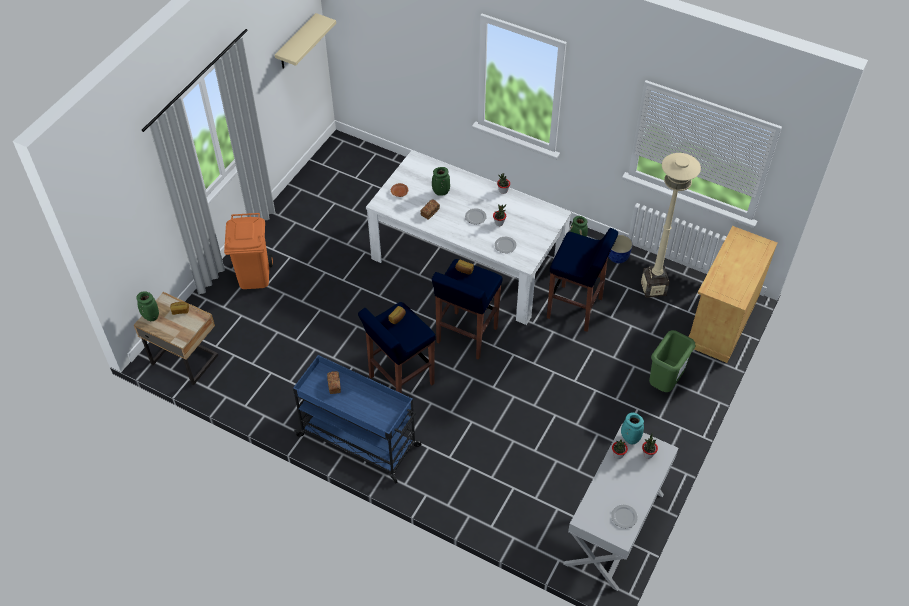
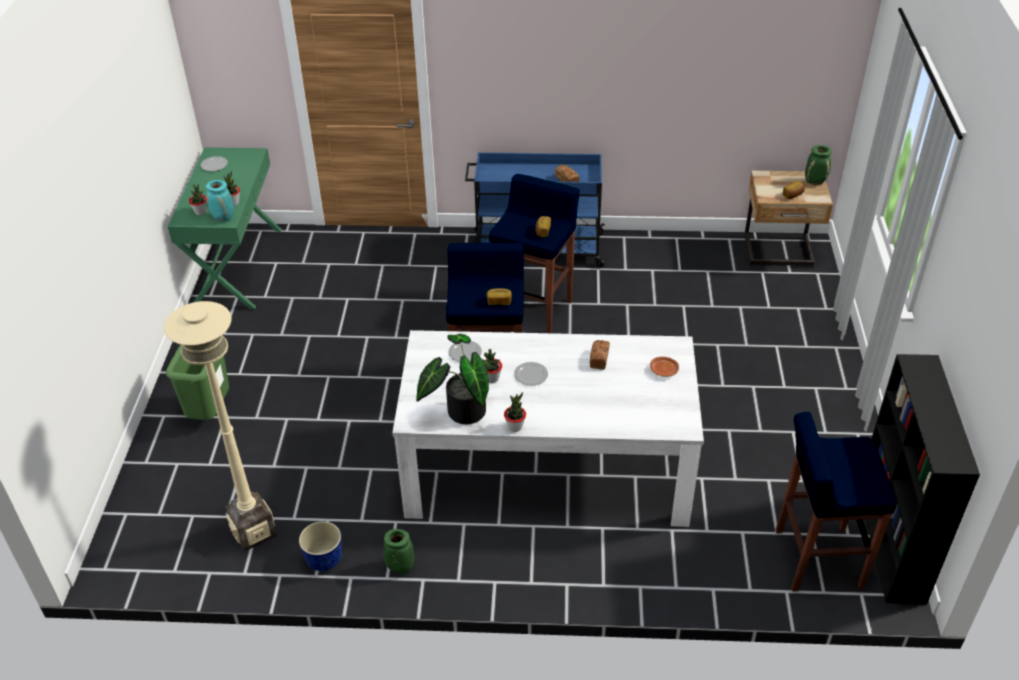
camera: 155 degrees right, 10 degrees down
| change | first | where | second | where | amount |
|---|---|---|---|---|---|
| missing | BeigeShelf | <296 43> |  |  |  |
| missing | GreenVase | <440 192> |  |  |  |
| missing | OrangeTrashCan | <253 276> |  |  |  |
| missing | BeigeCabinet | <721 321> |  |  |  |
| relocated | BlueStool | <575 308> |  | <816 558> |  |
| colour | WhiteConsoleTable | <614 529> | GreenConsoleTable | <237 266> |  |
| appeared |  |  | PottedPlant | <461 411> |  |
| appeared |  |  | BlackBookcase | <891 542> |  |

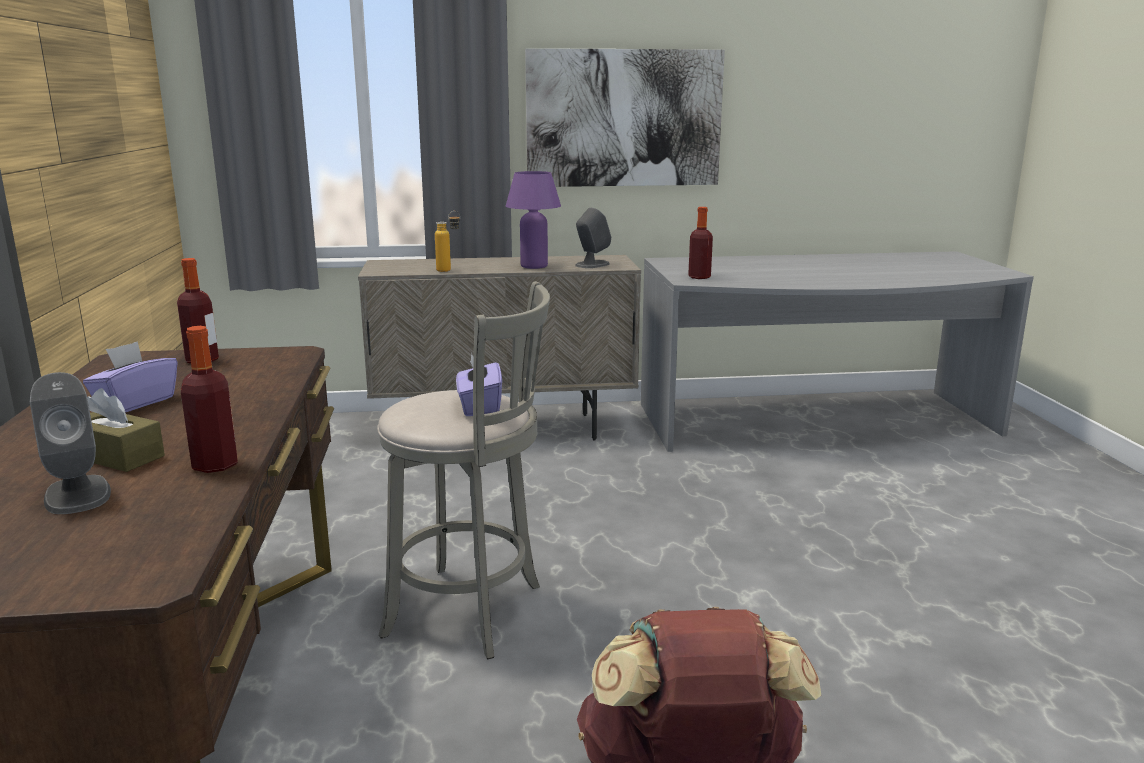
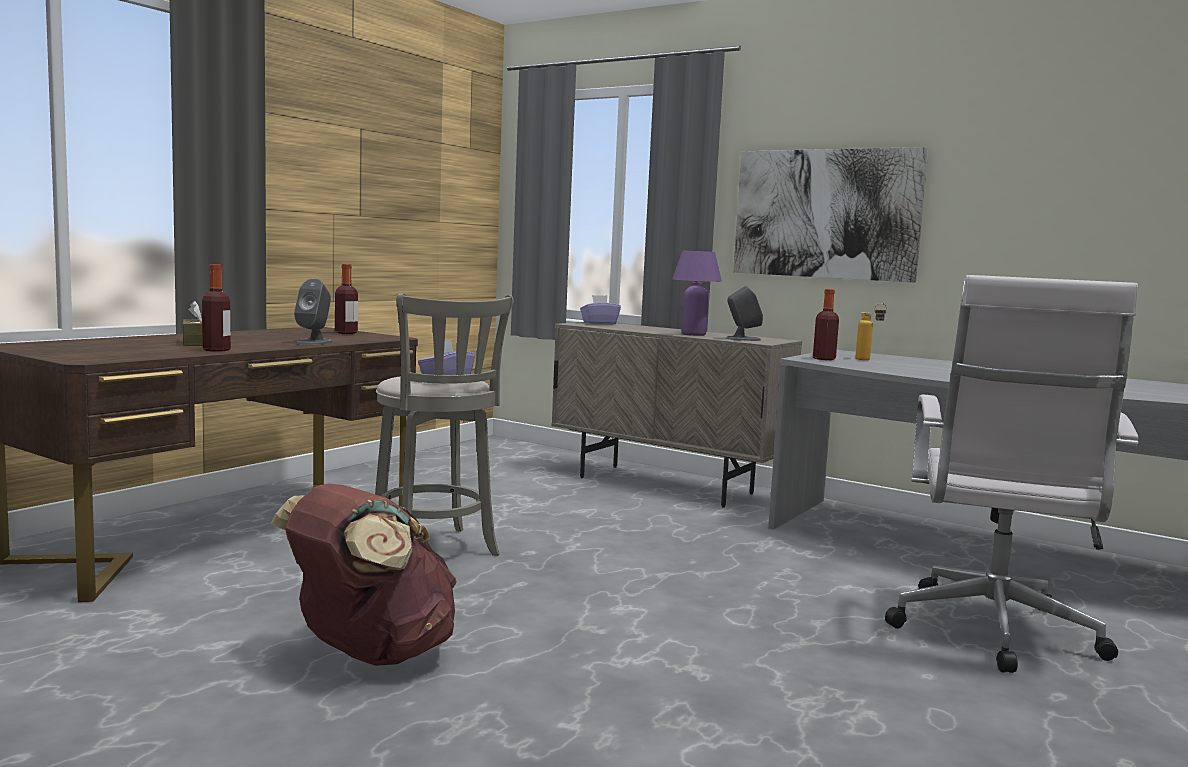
camera: 40 degrees right, 10 degrees down
| change | first | where | second | where | amount |
|---|---|---|---|---|---|
| relocated | Bottle | <449 270> |  | <868 360> |  |
| relocated | PurpleTissueBox | <135 403> |  | <599 323> |  |
| relocated | GreySpeaker | <77 495> |  | <314 342> |  |
| appeared |  |  | WhiteOfficeChair | <993 634> |  |

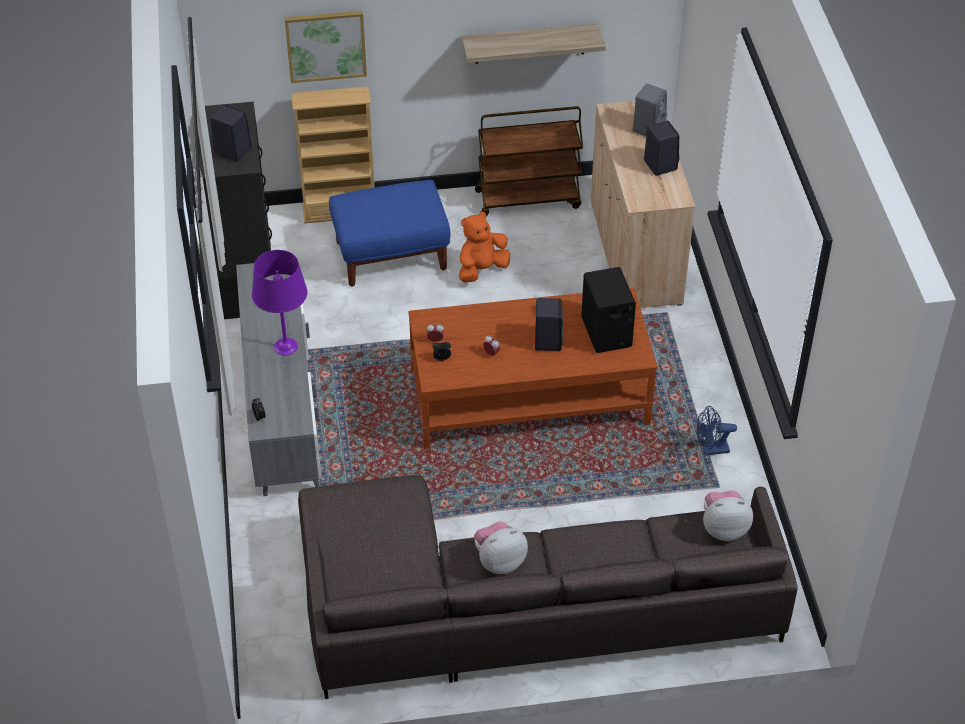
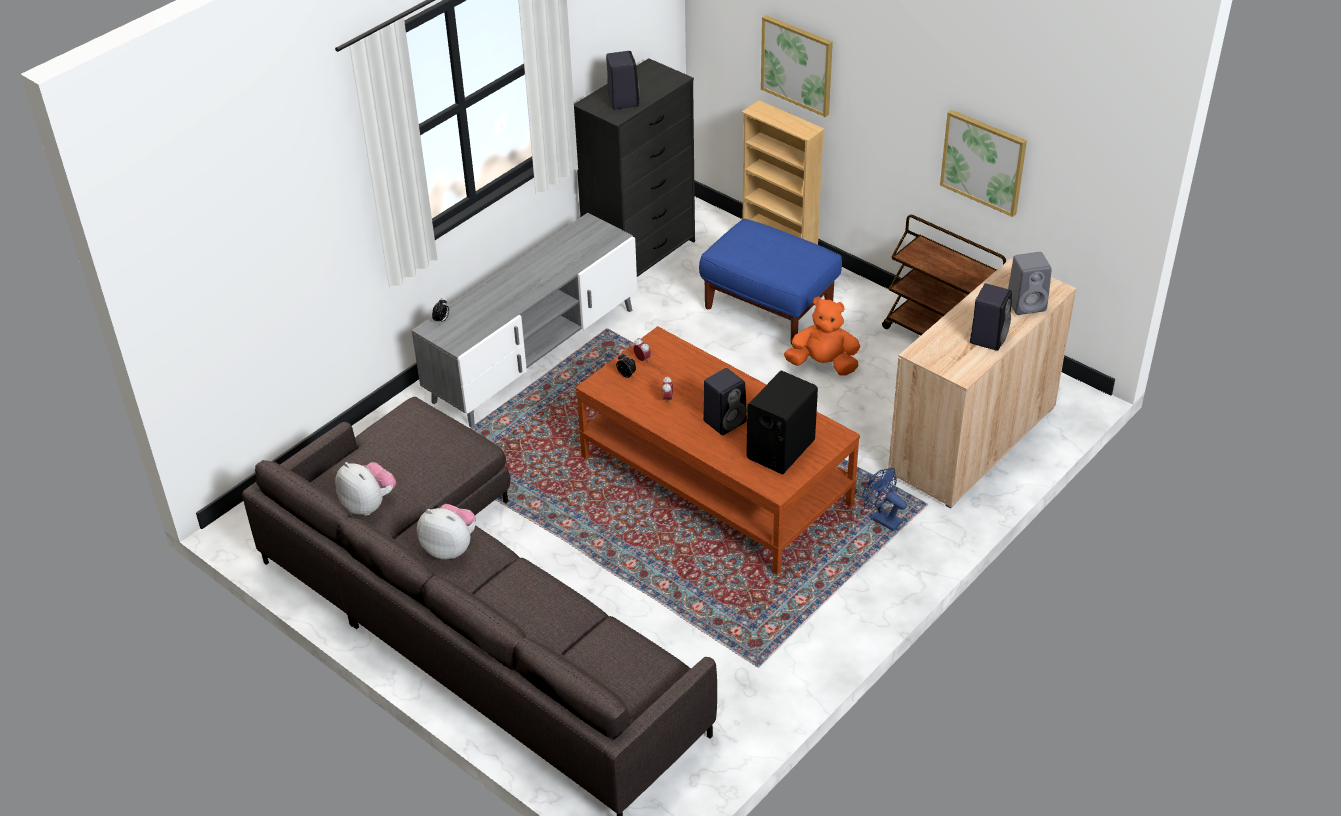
camera: 50 degrees right, 5 degrees down
| change | first | where | second | where | amount |
|---|---|---|---|---|---|
| exchanged | Shelf | <530 43> | Picture | <983 162> |  |
| missing | PurpleTableLamp | <285 346> |  |  |  |
| relocated | BlueFan | <711 450> |  | <881 519> |  |
| relocated | PlushToy | <724 528> |  | <368 505> |  |

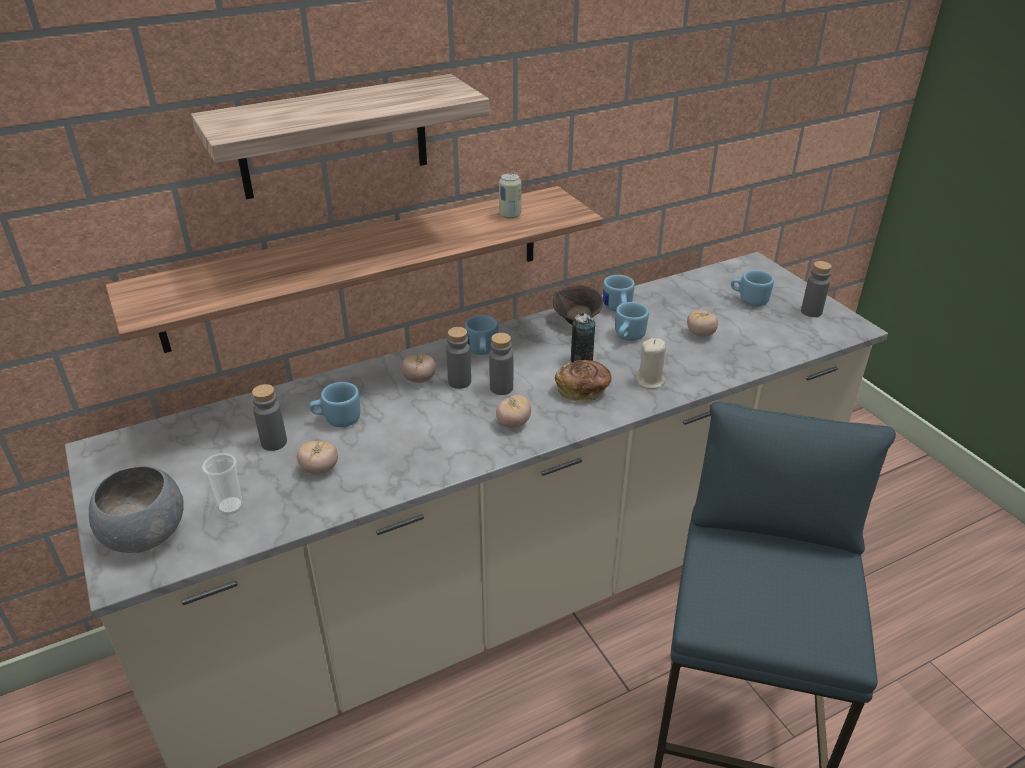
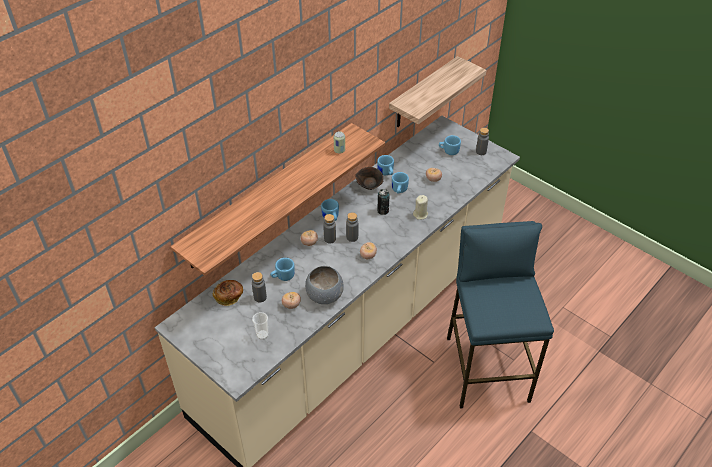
camera: 20 degrees left, 10 degrees up
| change | first | where | second | where | amount |
|---|---|---|---|---|---|
| relocated | Shelf | <334 137> |  | <423 93> |  |
| relocated | Bread | <583 391> |  | <229 297> |  |
| relocated | GreyBowl | <144 535> |  | <324 295> |  |

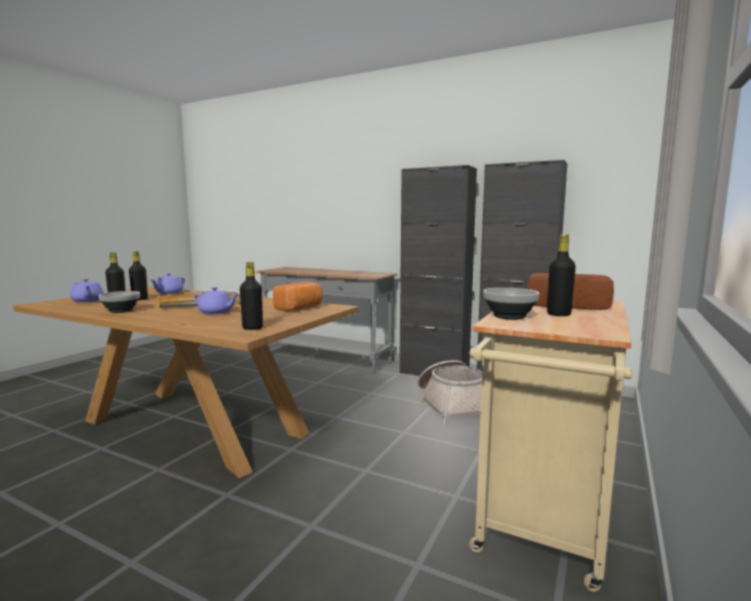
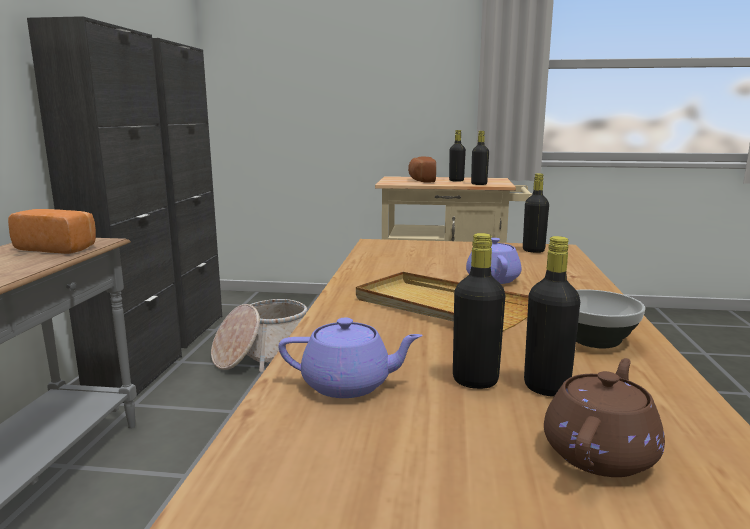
camera: 110 degrees left, 5 degrees up
| change | first | where | second | where | amount |
|---|---|---|---|---|---|
| colour | PurpleTeapot | <87 301> | BrownTeapot | <600 452> |  |
| relocated | Bread | <300 308> |  | <59 248> |  |
| exchanged | Bowl | <508 316> | BlackBottle | <479 184> |  |

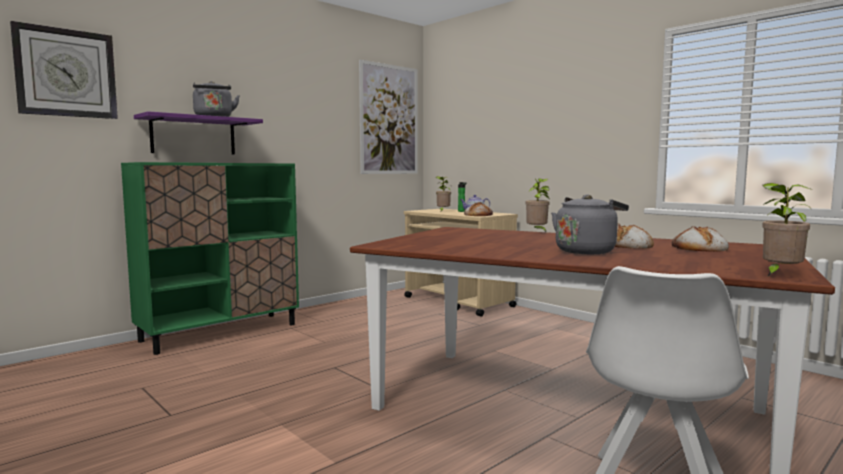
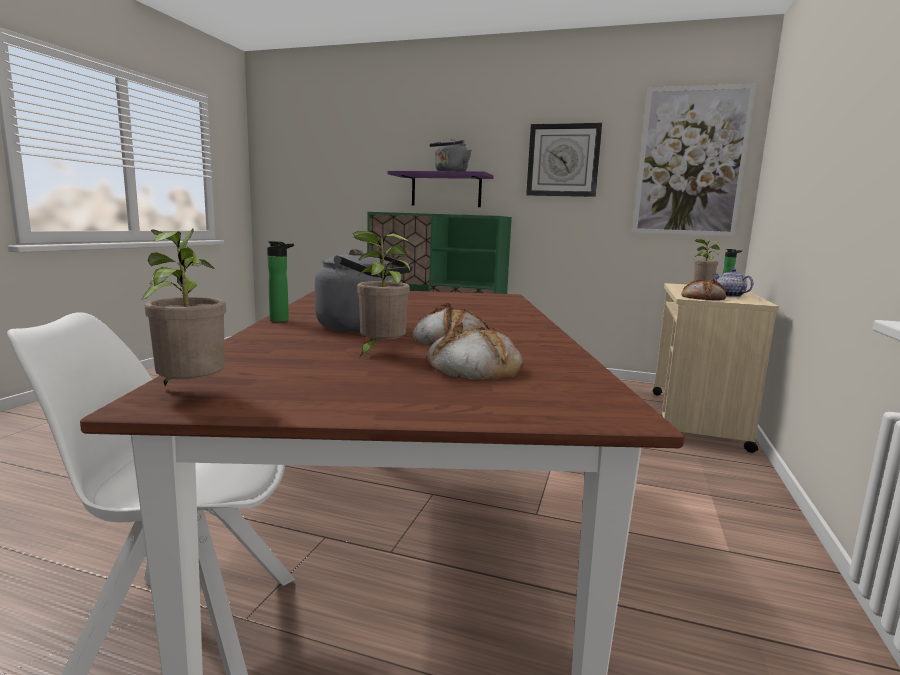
camera: 60 degrees right, 5 degrees up
| change | first | where | second | where | amount |
|---|---|---|---|---|---|
| relocated | WallClock | <66 73> |  | <563 160> |  |
| relocated | PottedPlant | <537 232> |  | <379 353> |  |
| appeared |  |  | Bottle | <281 320> |  |

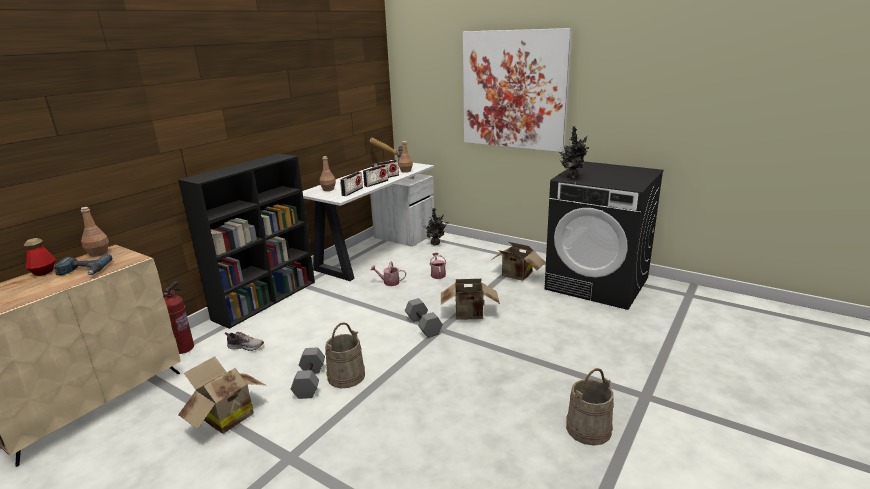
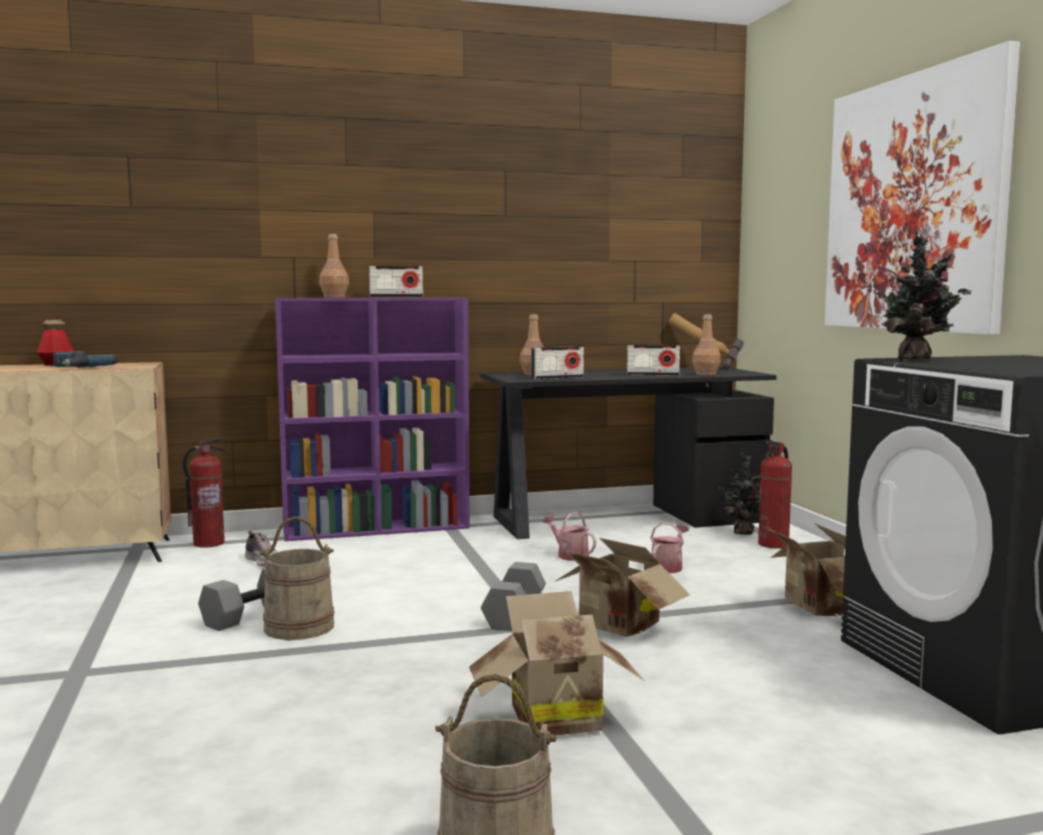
camera: 40 degrees right, 15 degrees down
| change | first | where | second | where | amount |
|---|---|---|---|---|---|
| colour | BlackBookcase | <266 299> | PurpleBookcase | <378 528> |  |
| colour | WhiteDesk | <375 251> | BlackDesk | <623 519> |  |
| relocated | Radio | <376 183> |  | <396 297> |  |
| relocated | BrownBottle | <98 253> |  | <334 297> |  |
| relocated | CardboardBox | <225 417> |  | <550 717> |  |
| appeared |  |  | FireExtinguisher | <774 544> |  |

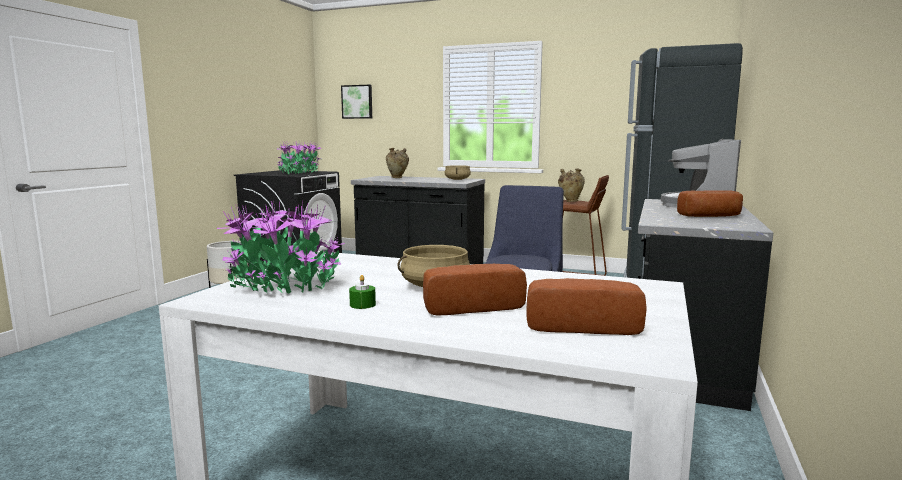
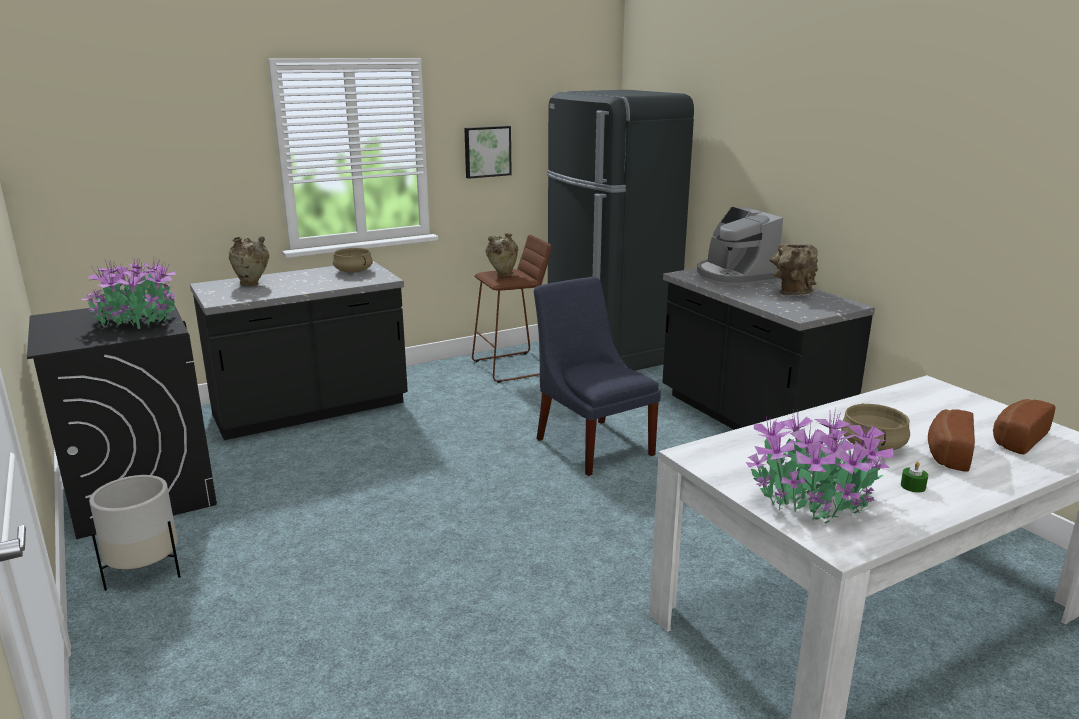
camera: 50 degrees left, 10 degrees up
| change | first | where | second | where | amount |
|---|---|---|---|---|---|
| relocated | Picture | <357 102> |  | <487 151> |  |
| exchanged | Bread | <711 216> | BrownVase | <791 294> |  |

